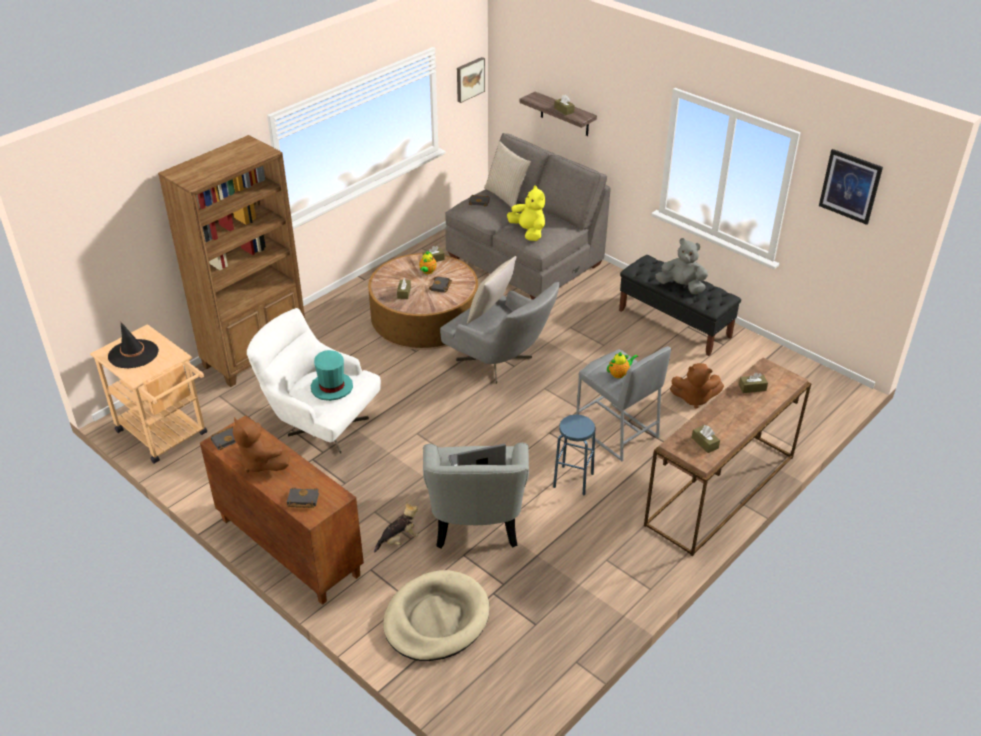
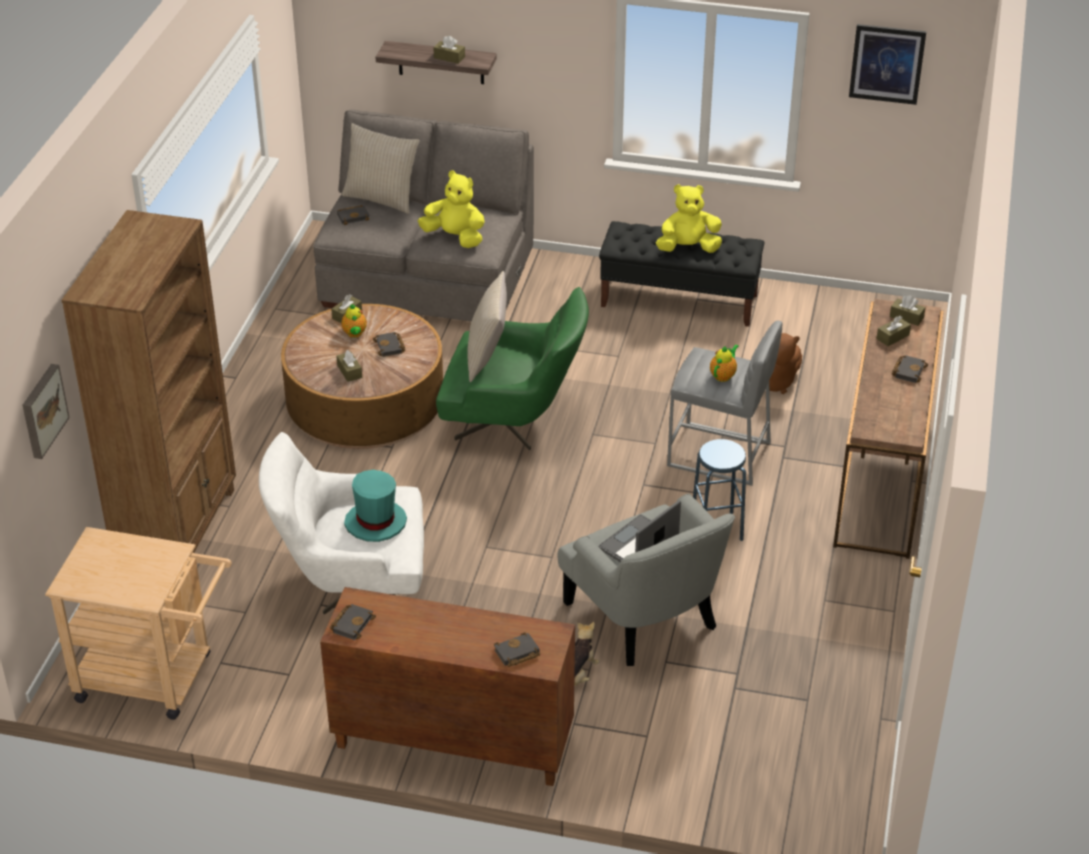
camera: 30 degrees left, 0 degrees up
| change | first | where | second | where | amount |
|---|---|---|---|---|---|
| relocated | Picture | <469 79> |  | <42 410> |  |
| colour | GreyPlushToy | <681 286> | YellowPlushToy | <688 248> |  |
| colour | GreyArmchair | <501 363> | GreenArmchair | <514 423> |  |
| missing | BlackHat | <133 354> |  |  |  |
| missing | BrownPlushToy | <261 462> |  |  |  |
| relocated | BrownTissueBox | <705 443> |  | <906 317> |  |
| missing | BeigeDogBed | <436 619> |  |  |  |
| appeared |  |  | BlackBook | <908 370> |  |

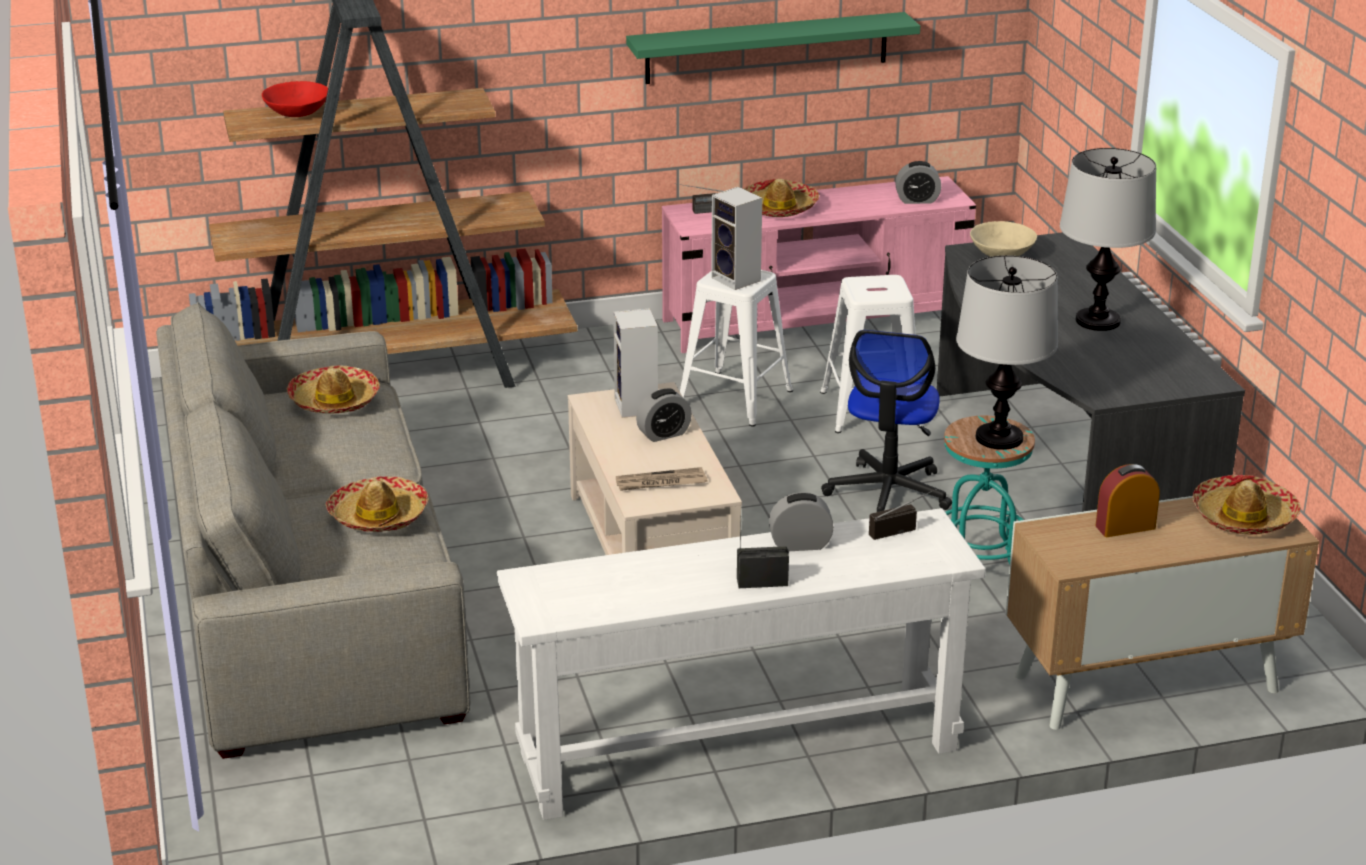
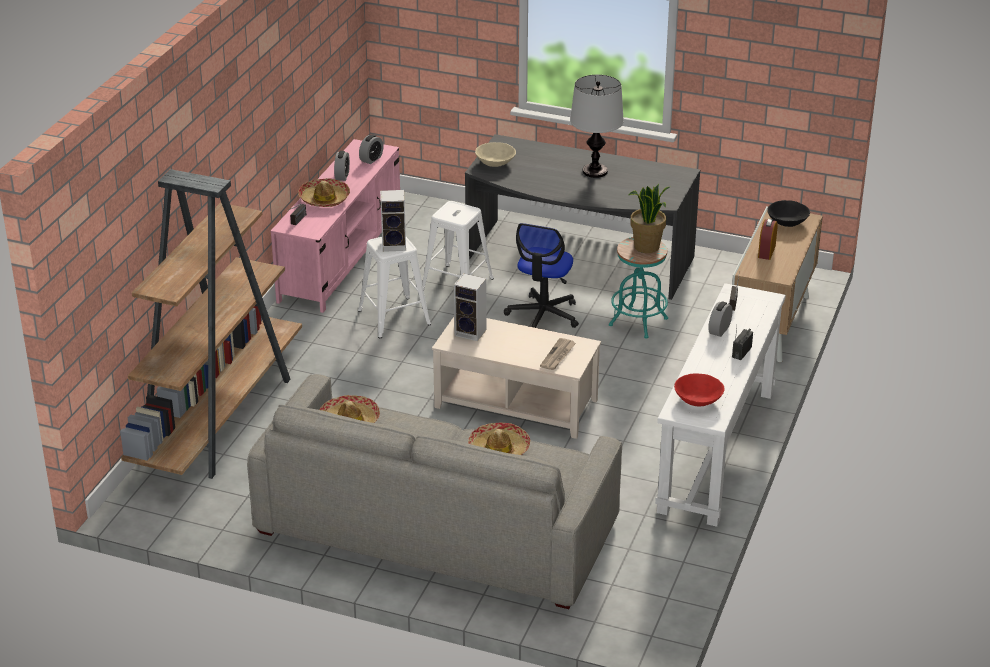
camera: 55 degrees left, 5 degrees up
| change | first | where | second | where | amount |
|---|---|---|---|---|---|
| missing | GreenShelf | <767 48> |  |  |  |
| relocated | RedBowl | <297 113> |  | <698 400> |  |
| exchanged | TableLamp | <1000 438> | PottedPlant | <647 247> |  |
| spun | OfficeChair | <888 493> |  | <543 315> | 60 degrees clockwise |
| relocated | AlarmClock | <664 434> |  | <342 176> |  |
| exchanged | Hat | <1243 517> | BlackBowl | <787 222> |  |

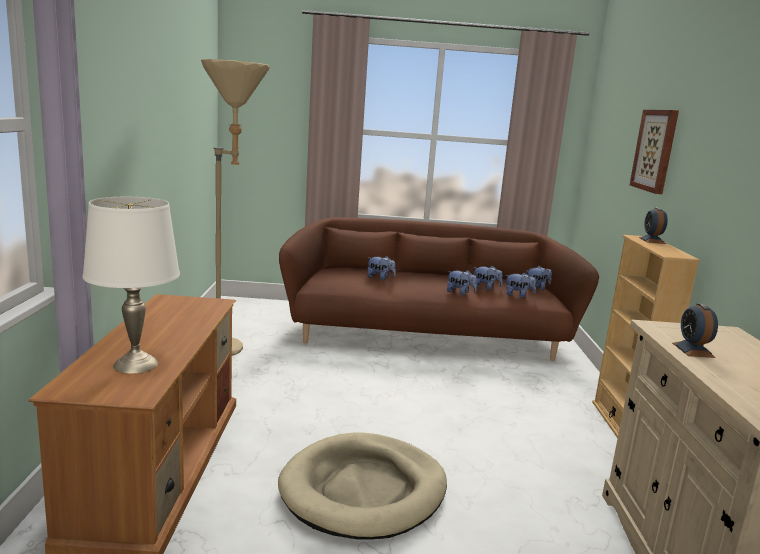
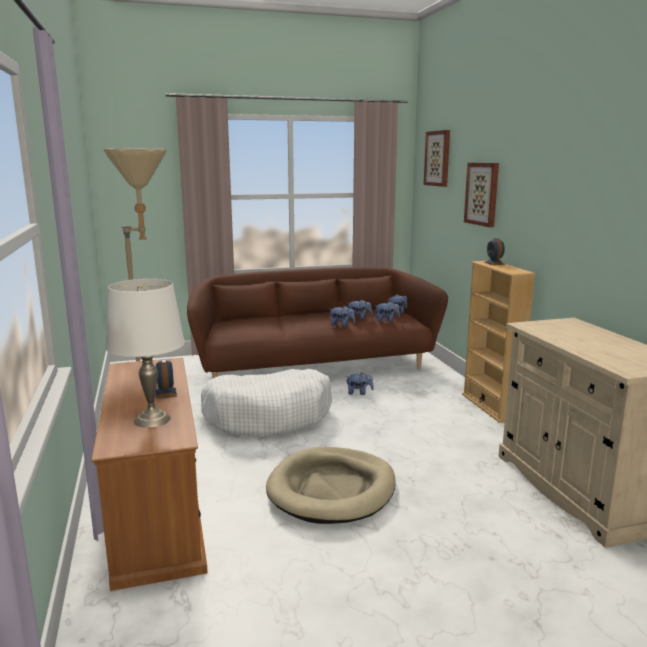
camera: 15 degrees left, 0 degrees up
| change | first | where | second | where | amount |
|---|---|---|---|---|---|
| relocated | PlushToy | <380 278> |  | <359 393> |  |
| relocated | AlarmClock | <693 350> |  | <166 393> |  |
| appeared |  |  | Picture | <438 158> |  |
| appeared |  |  | WhiteDogBed | <269 416> |  |

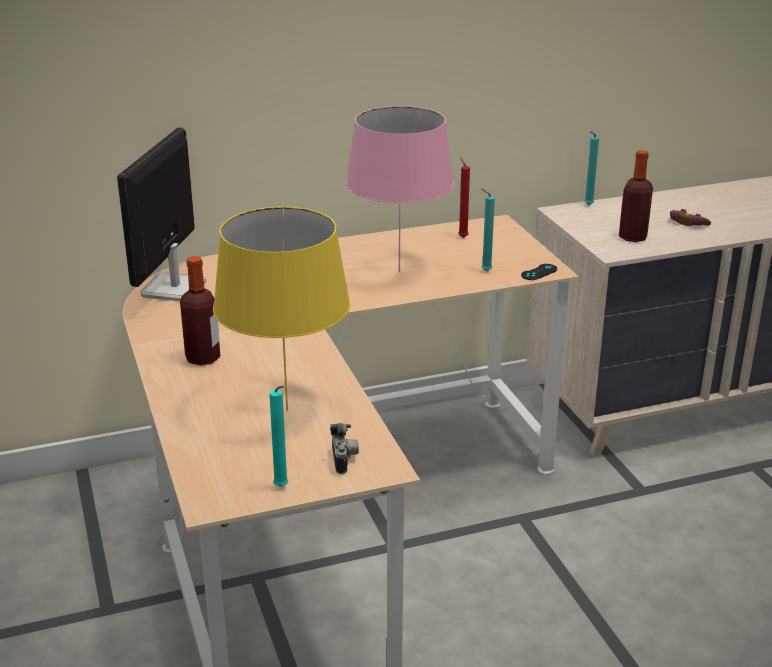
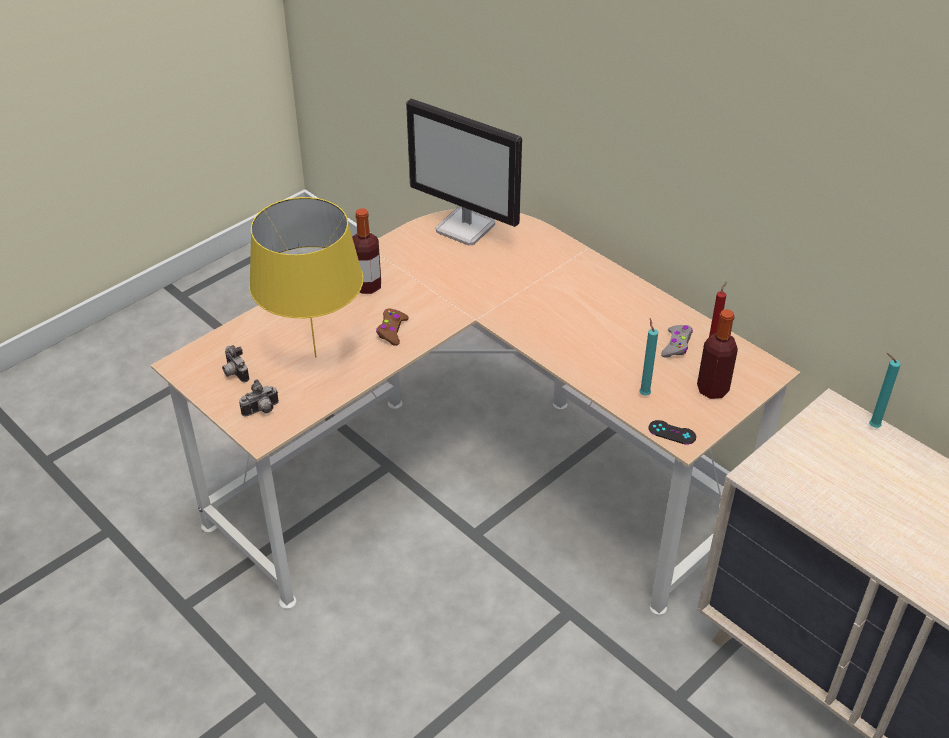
camera: 65 degrees right, 15 degrees up
| change | first | where | second | where | amount |
|---|---|---|---|---|---|
| missing | PinkTableLamp | <399 272> |  |  |  |
| spun | Monitor | <173 289> |  | <466 228> | 135 degrees counterclockwise |
| relocated | Bottle | <632 237> |  | <712 389> |  |
| relocated | BrownGameController | <688 223> |  | <392 331> |  |
| missing | TurquoiseCandle | <282 488> |  |  |  |
| appeared |  |  | GreyGameController | <676 345> |  |
| appeared |  |  | PhotoCamera | <234 373> |  |

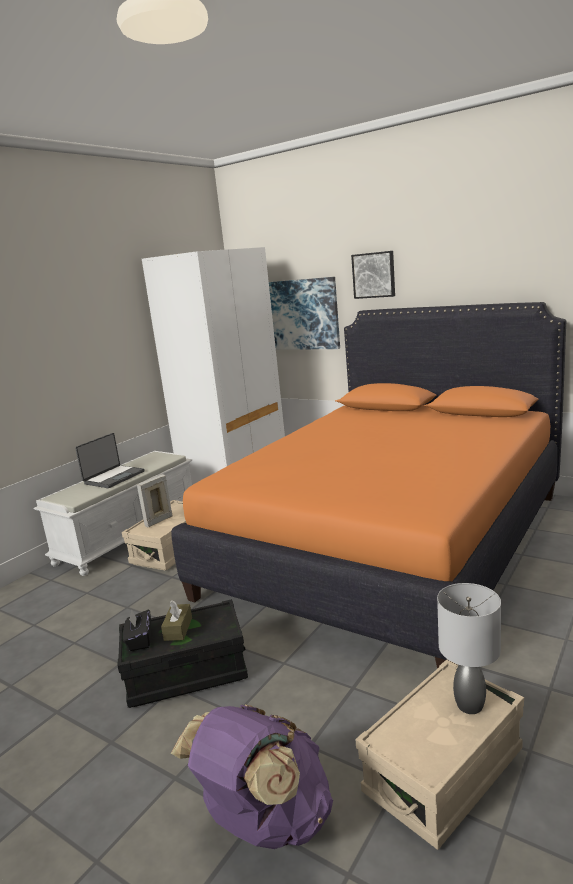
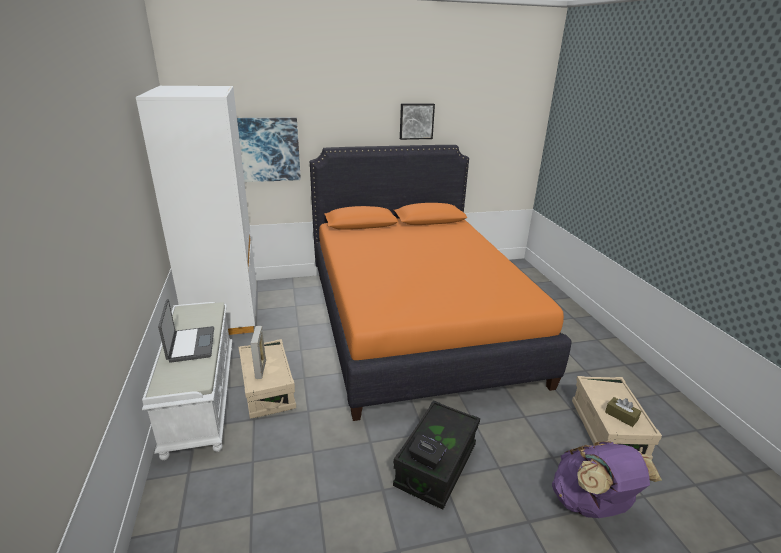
camera: 50 degrees left, 10 degrees up
| change | first | where | second | where | amount |
|---|---|---|---|---|---|
| relocated | Picture | <374 275> |  | <416 121> |  |
| missing | GreyTableLamp | <469 706> |  |  |  |
| relocated | BrownTissueBox | <178 629> |  | <621 416> |  |

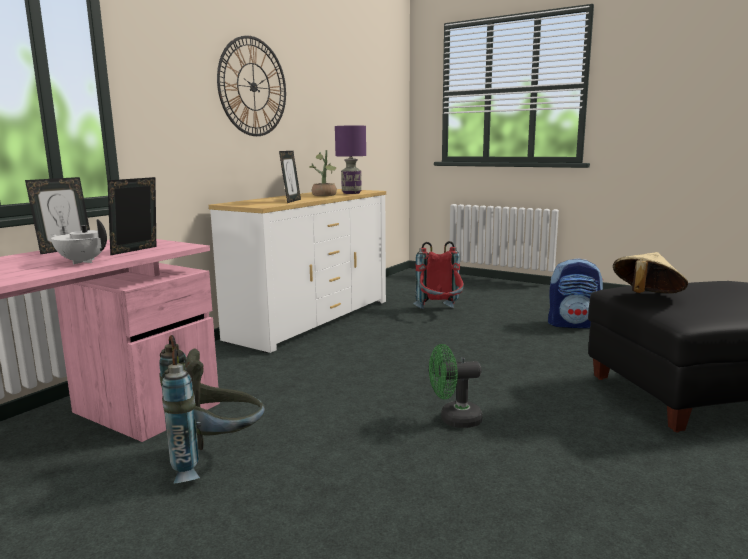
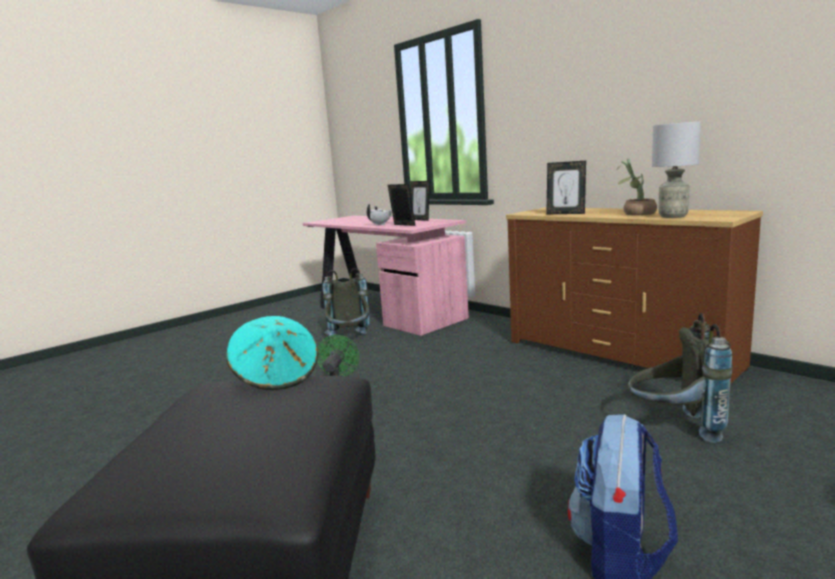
camera: 105 degrees right, 0 degrees up
| change | first | where | second | where | amount |
|---|---|---|---|---|---|
| missing | WallClock | <253 87> |  |  |  |
| colour | PurpleTableLamp | <352 193> | GreyTableLamp | <673 216> |  |
| colour | WhiteDresser | <311 320> | BrownDresser | <619 354> |  |
| colour | RedBackpack | <440 312> | GreyBackpack | <675 427> |  |
| colour | BeigeHat | <646 297> | TurquoiseHat | <277 377> |  |

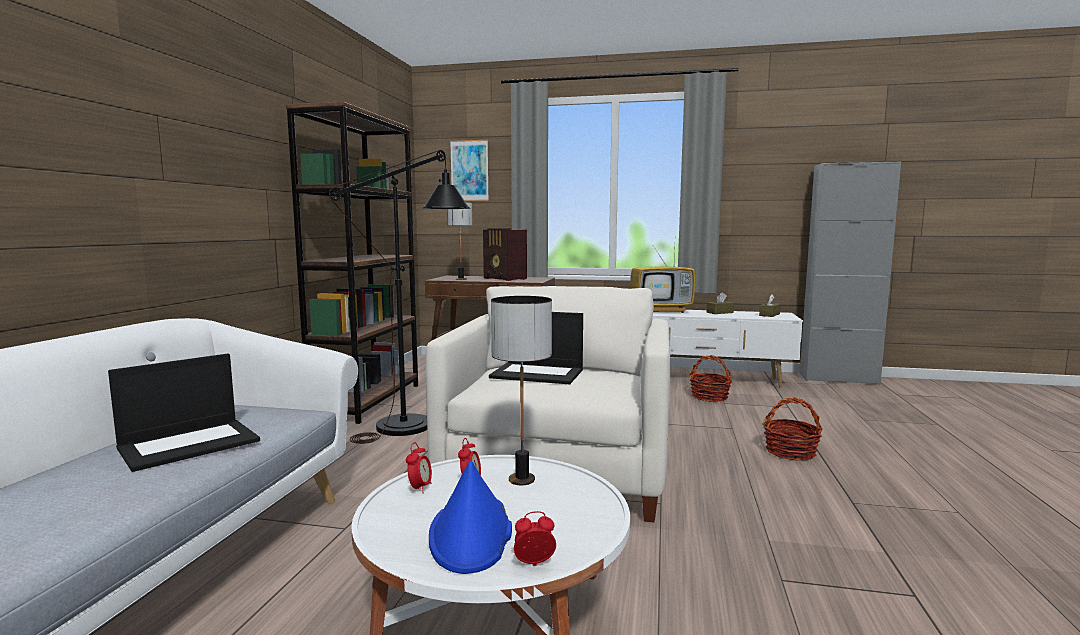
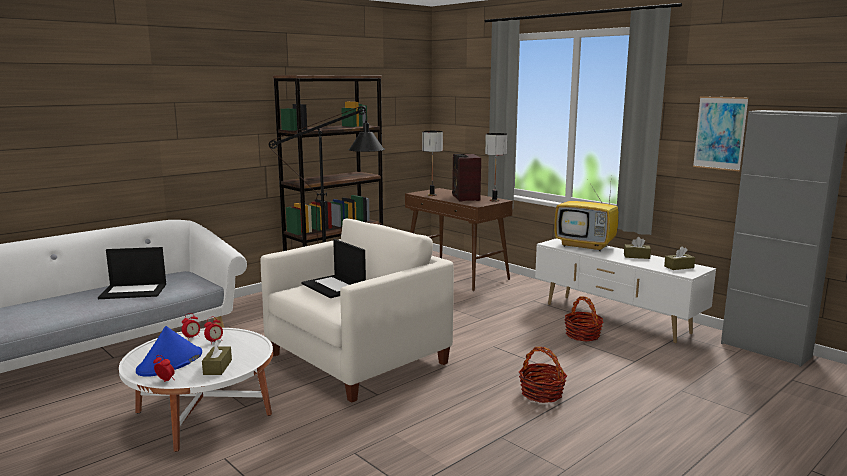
camera: 35 degrees right, 5 degrees up
| change | first | where | second | where | amount |
|---|---|---|---|---|---|
| relocated | Picture | <469 170> |  | <720 133> |  |
| relocated | TableLamp | <522 480> |  | <494 200> |  |
| appeared |  |  | BrownTissueBox | <217 367> |  |

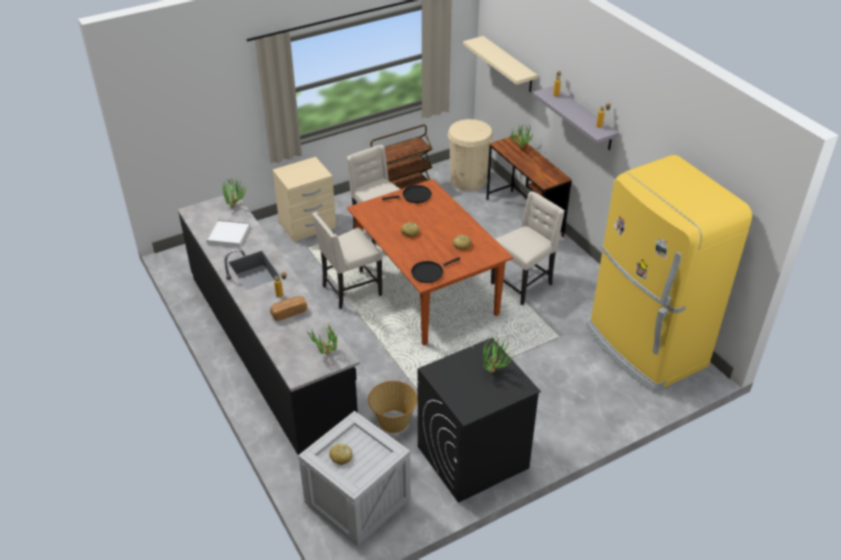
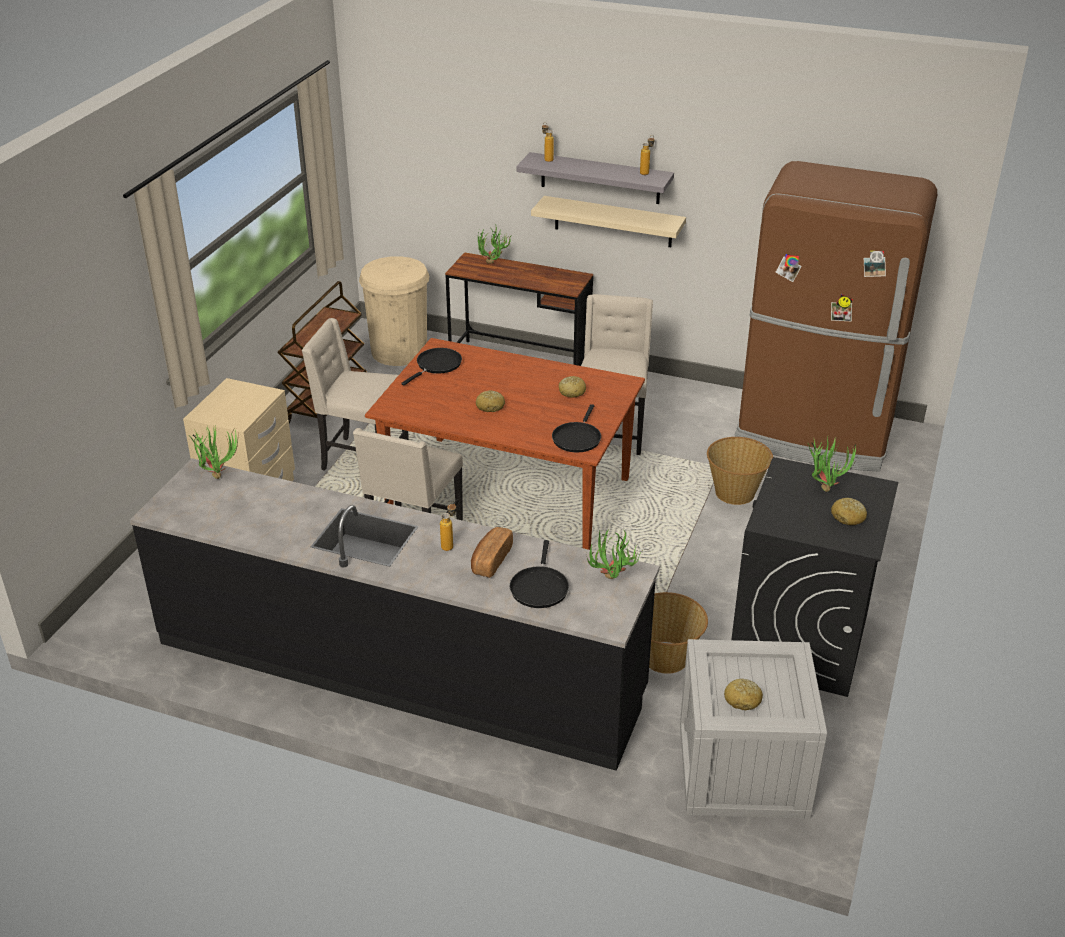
camera: 40 degrees left, 5 degrees down
| change | first | where | second | where | amount |
|---|---|---|---|---|---|
| relocated | BeigeShelf | <508 64> |  | <613 222> |  |
| colour | YellowFridge | <644 348> | BrownFridge | <815 434> |  |
| missing | WhiteTray | <229 235> |  |  |  |
| appeared |  |  | Basket | <735 492> |  |
| appeared |  |  | Bread | <848 517> |  |
| appeared |  |  | BlackFryingPan | <539 587> |  |

